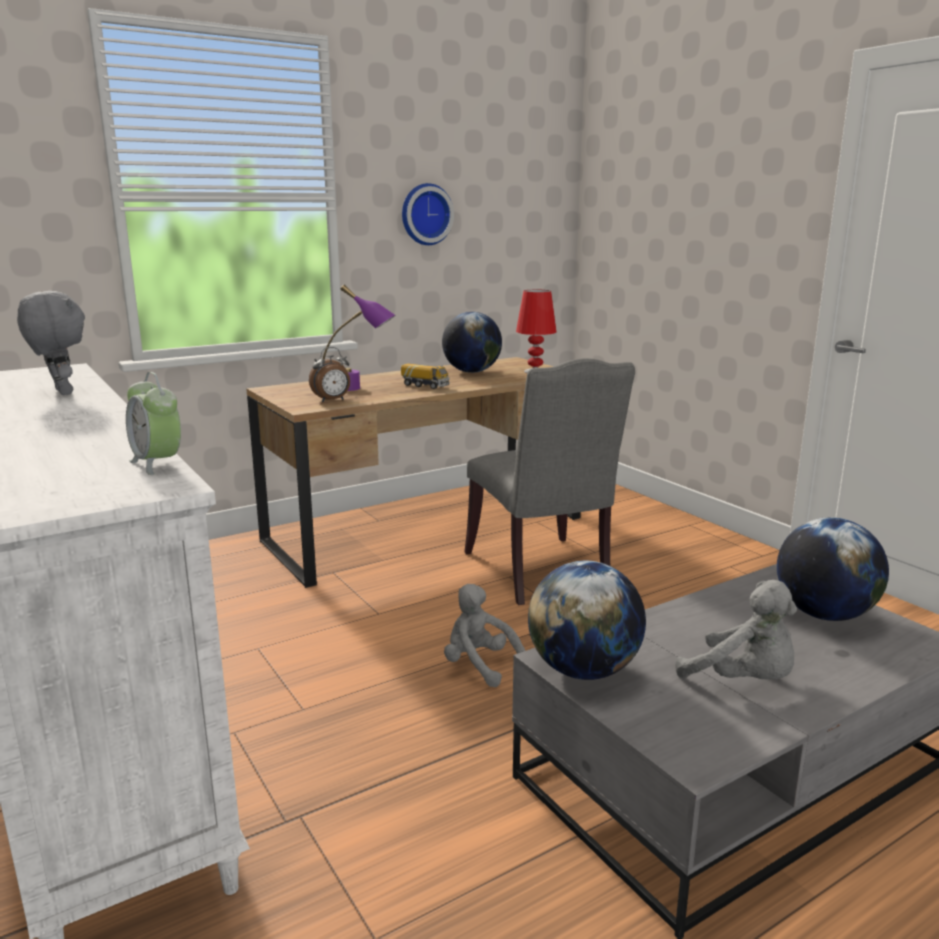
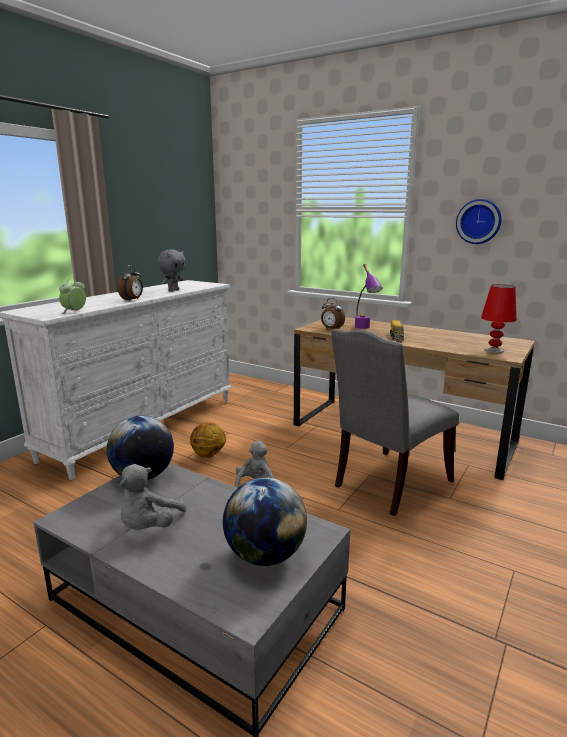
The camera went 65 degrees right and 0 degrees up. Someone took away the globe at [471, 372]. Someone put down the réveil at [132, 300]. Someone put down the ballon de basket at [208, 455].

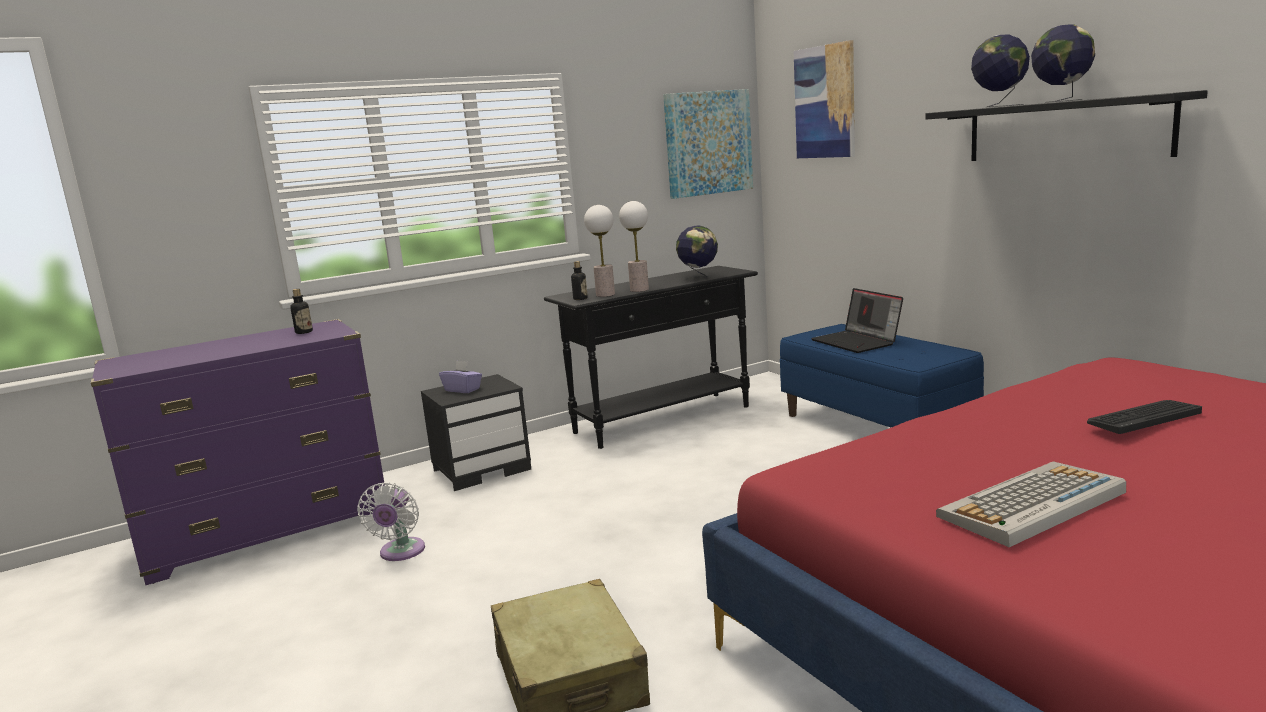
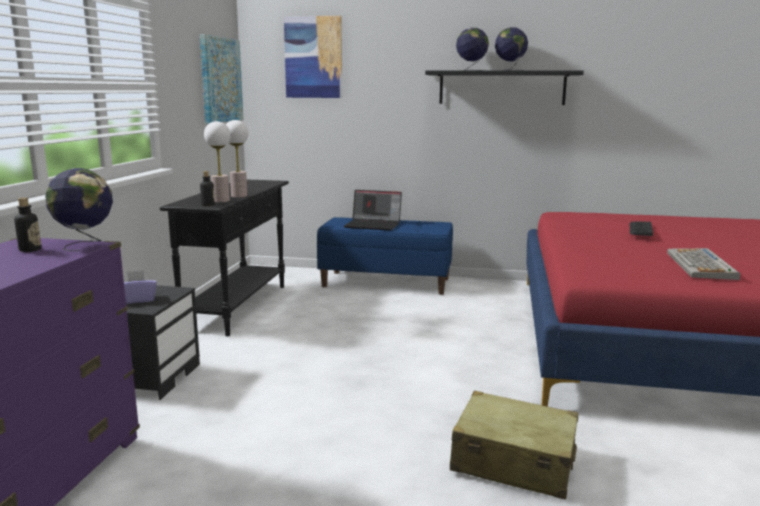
The camera went 50 degrees left and 0 degrees up. Someone took away the ventilateur/blanc at [400, 553]. Someone carried the globe from [698, 278] to [85, 244].

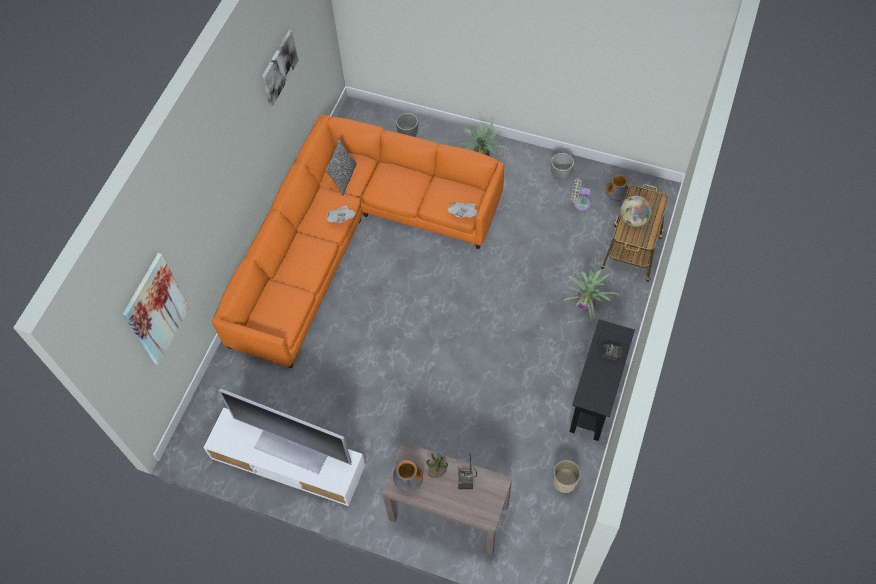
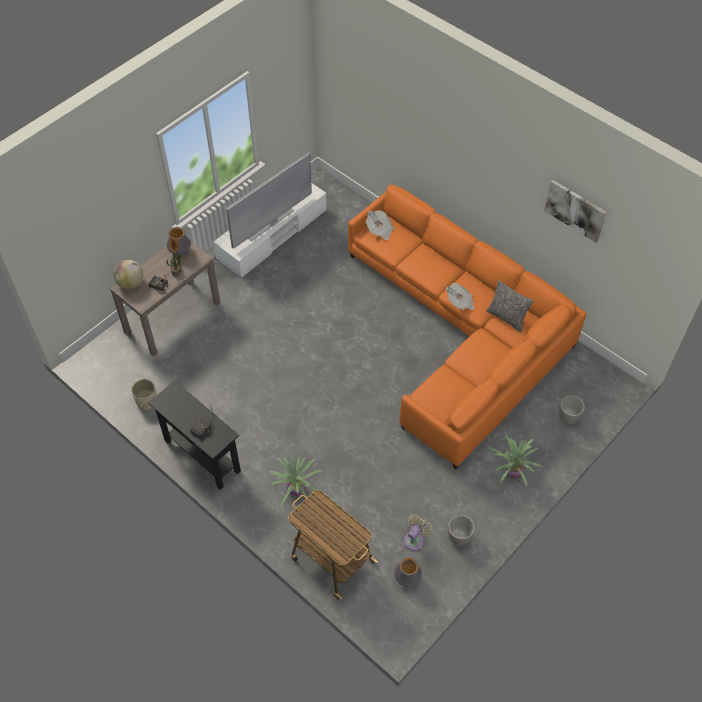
The camera went 110 degrees right and 5 degrees down. Someone took away the tableau at [156, 309]. Someone carried the journal from [463, 214] to [379, 230]. Someone carried the globe from [633, 220] to [130, 283].

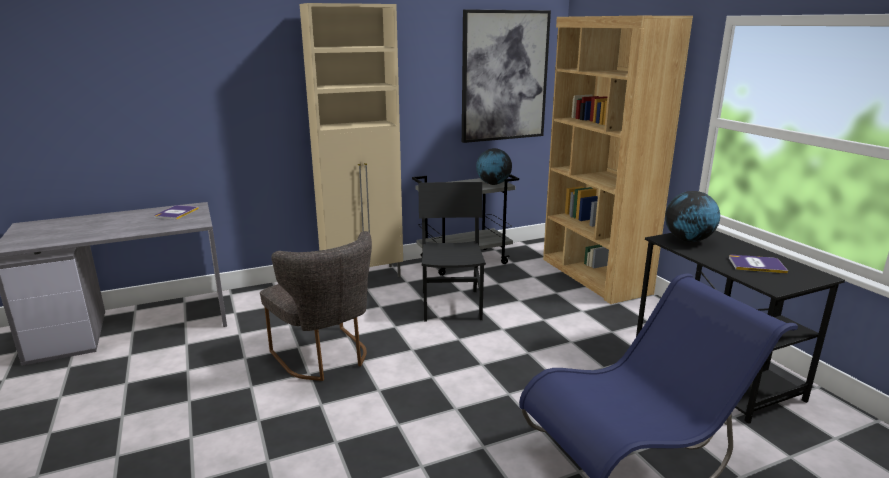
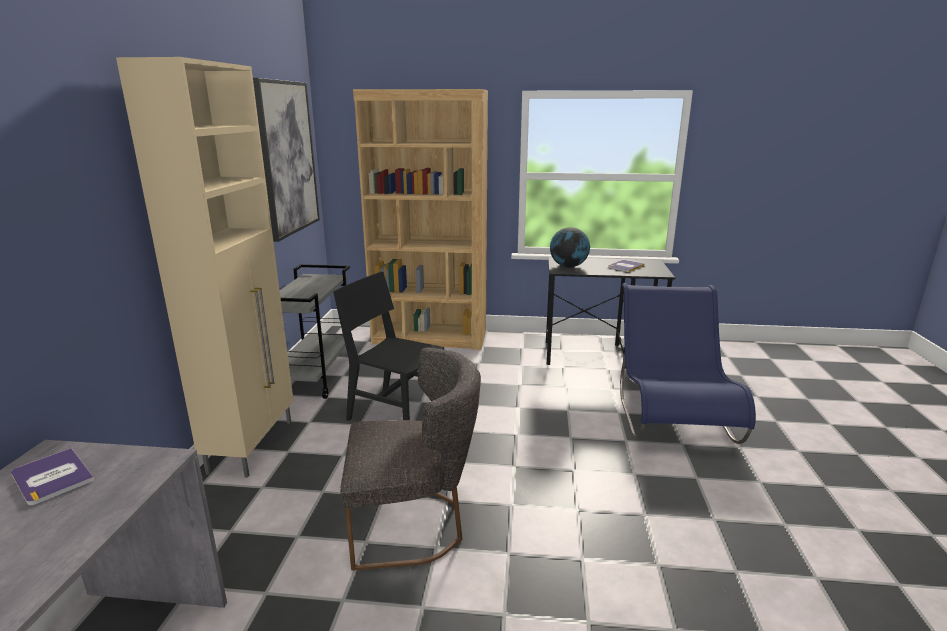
The camera went 60 degrees left and 0 degrees up. Someone took away the globe at [493, 184].

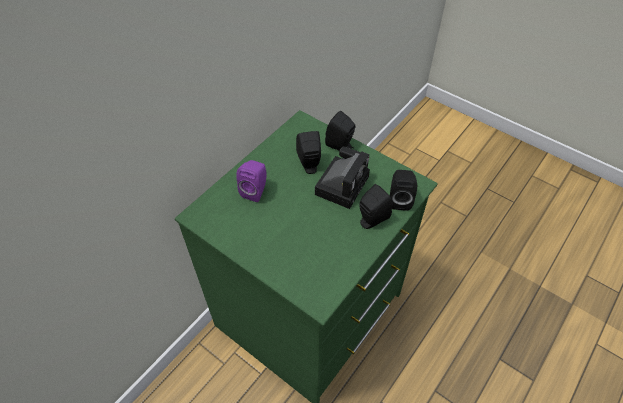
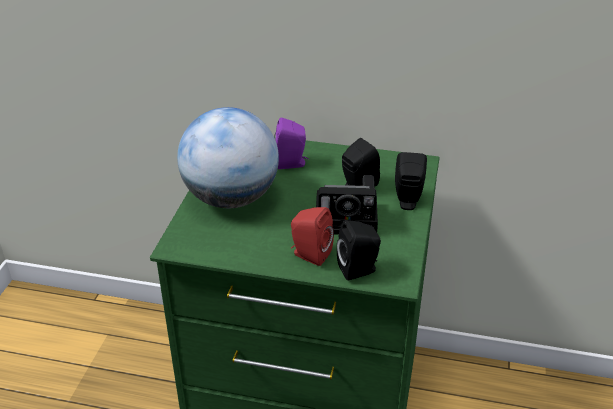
The camera went 65 degrees right and 15 degrees down. Someone put down the globe at [231, 198]. Someone repainted the enceinte/noir at [371, 220], which became the enceinte/rouge at [309, 255].

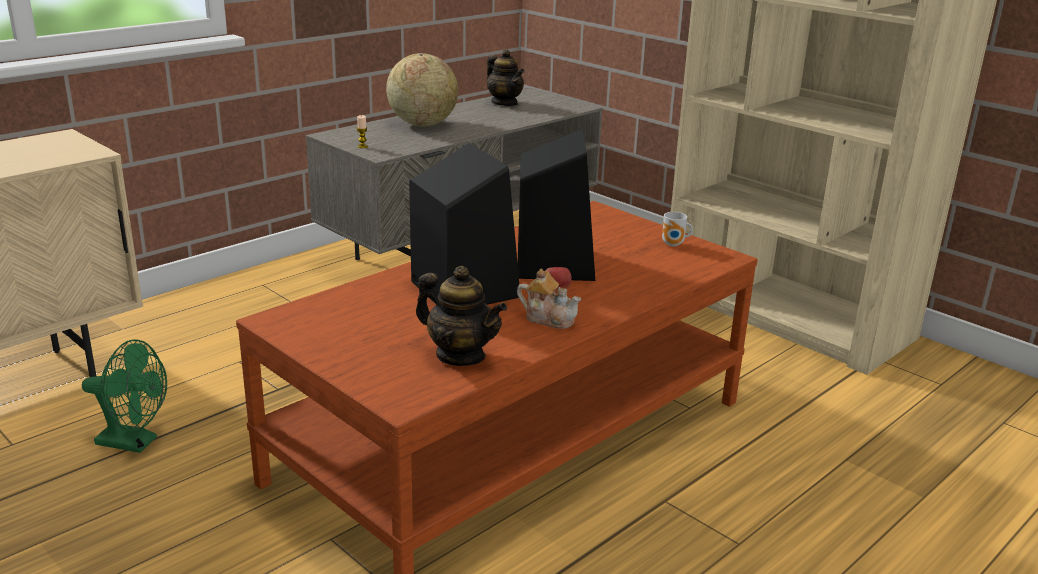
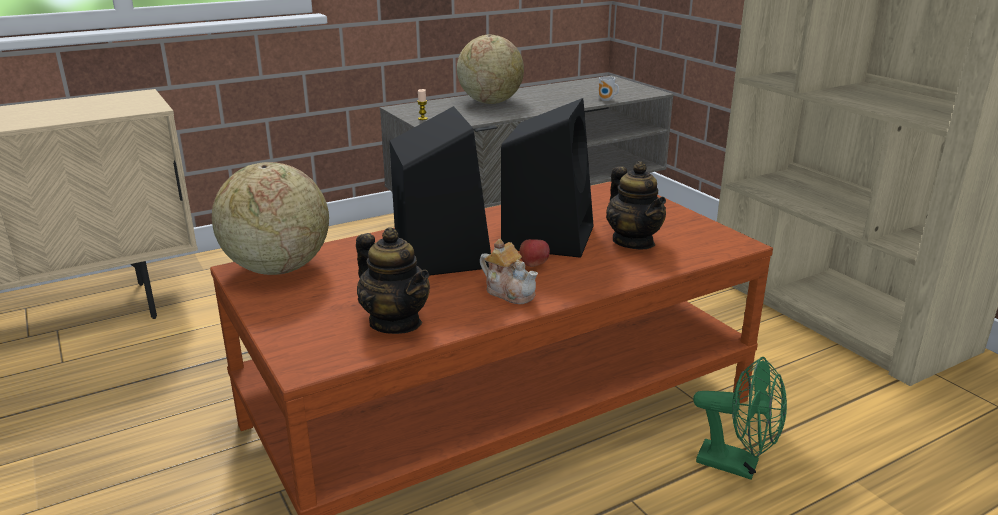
The camera went 15 degrees right and 0 degrees up. Someone put down the globe at [277, 268]. Someone carried the ventilateur/vert from [135, 442] to [737, 465]. Someone carried the théière from [504, 103] to [633, 242]. Someone carried the mug from [674, 244] to [606, 100].

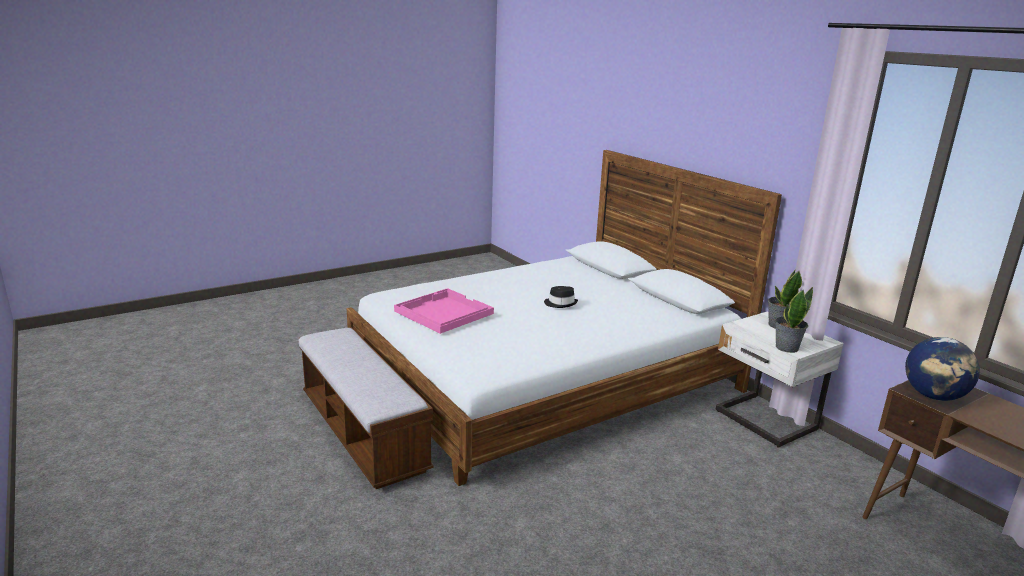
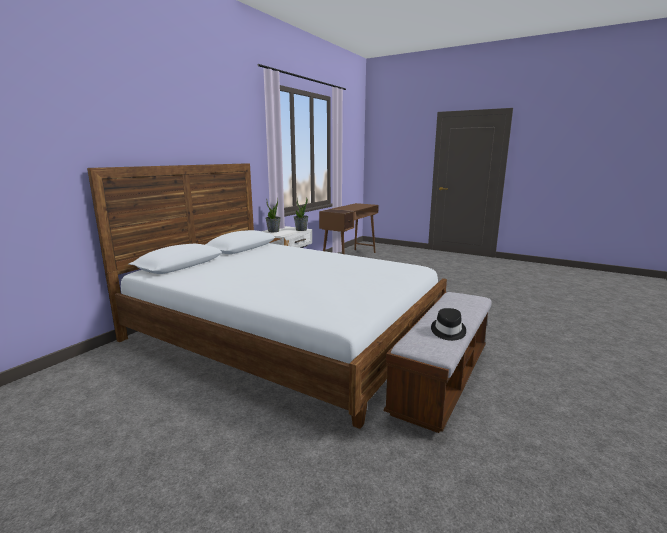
The camera went 115 degrees left and 5 degrees down. Someone took away the plateau/rose at [442, 312]. Someone took away the globe at [934, 396]. Someone carried the chapeau/noir from [560, 303] to [448, 331].

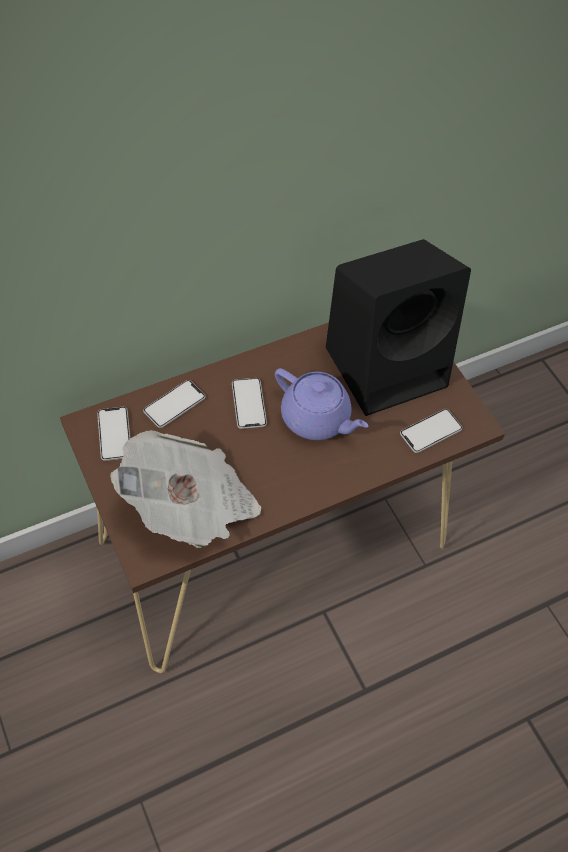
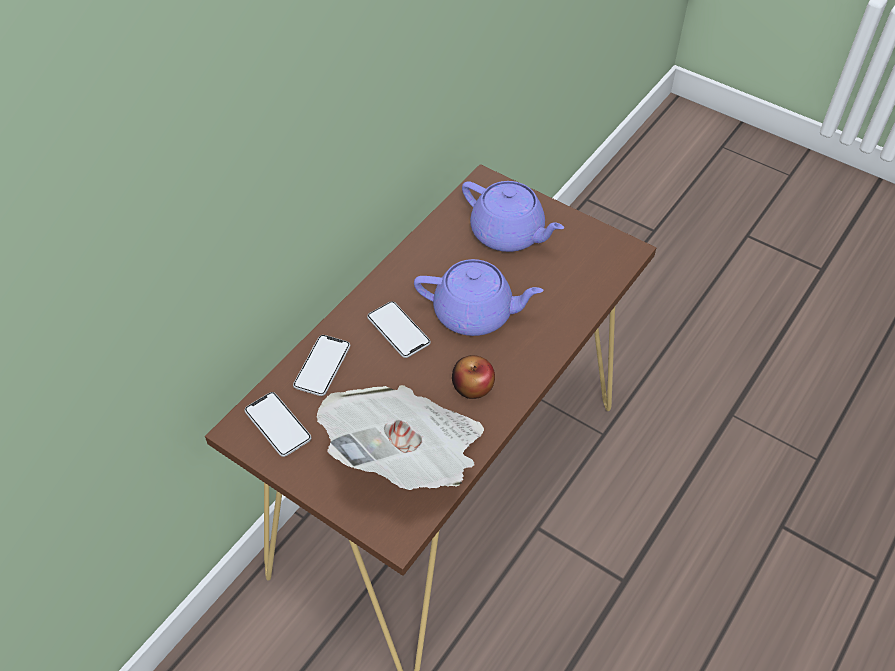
The camera went 25 degrees left and 5 degrees down. Someone took away the téléphone at [430, 431]. Someone put down the pomme at [473, 386]. Someone swapped the enceinte/noir at [388, 365] for the théière/violet at [508, 234].

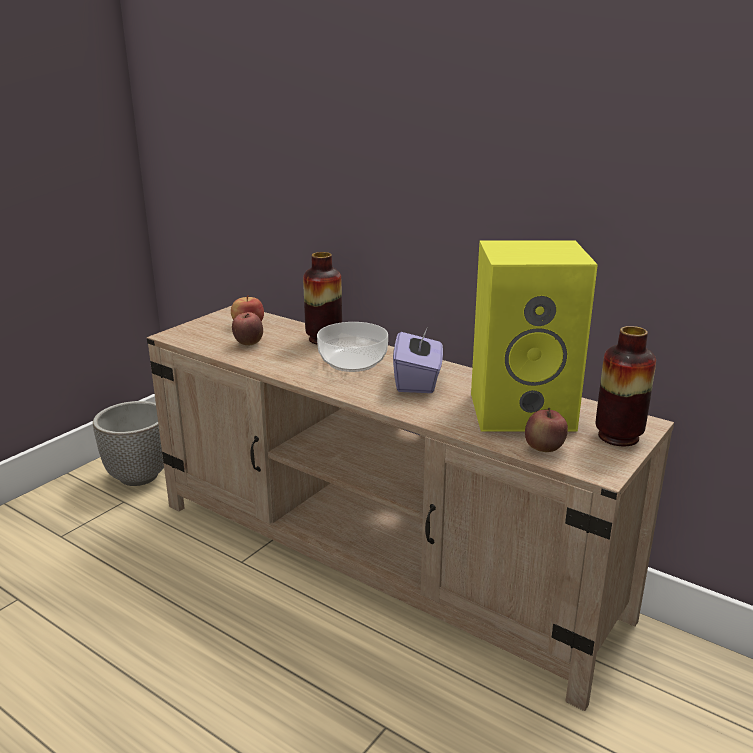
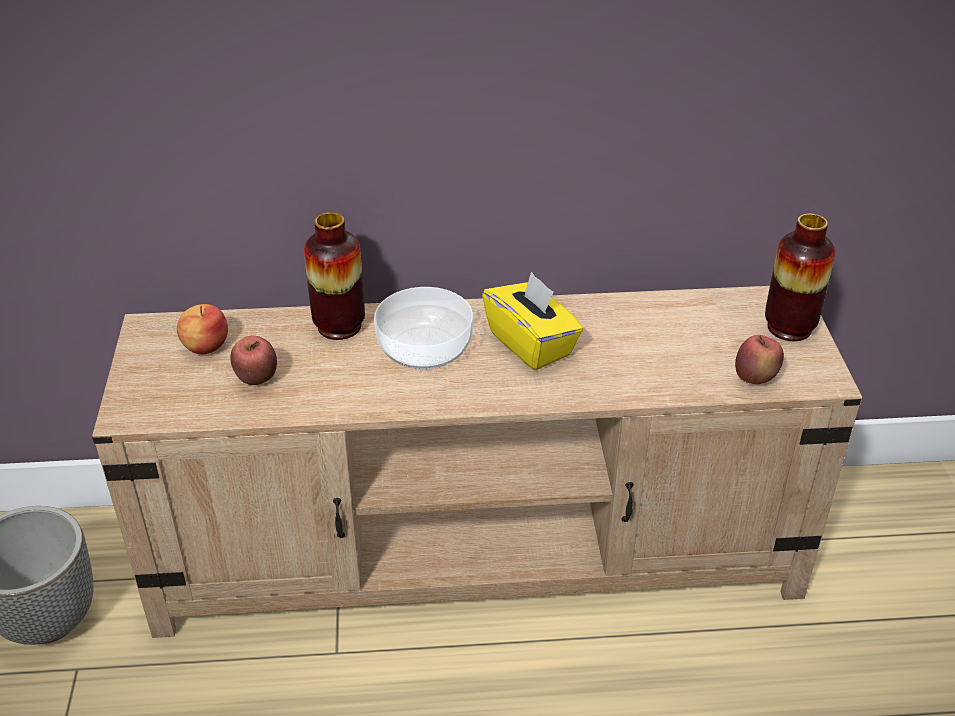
The camera went 40 degrees left and 15 degrees up. Someone took away the enceinte/jaune at [524, 410]. Someone repainted the boîte à mouchoirs/violet at [418, 381], which became the boîte à mouchoirs/jaune at [531, 344].

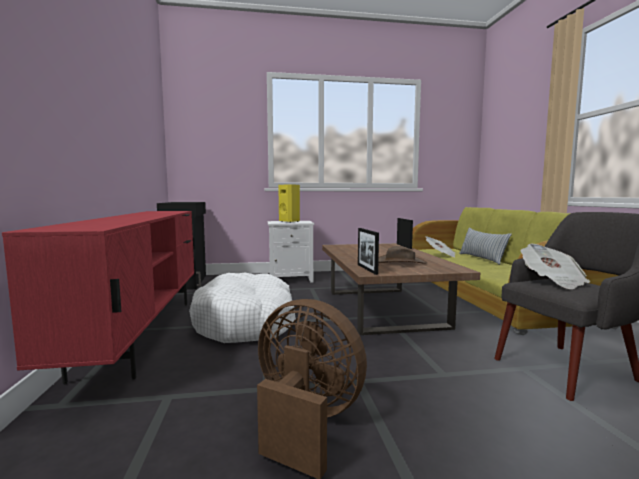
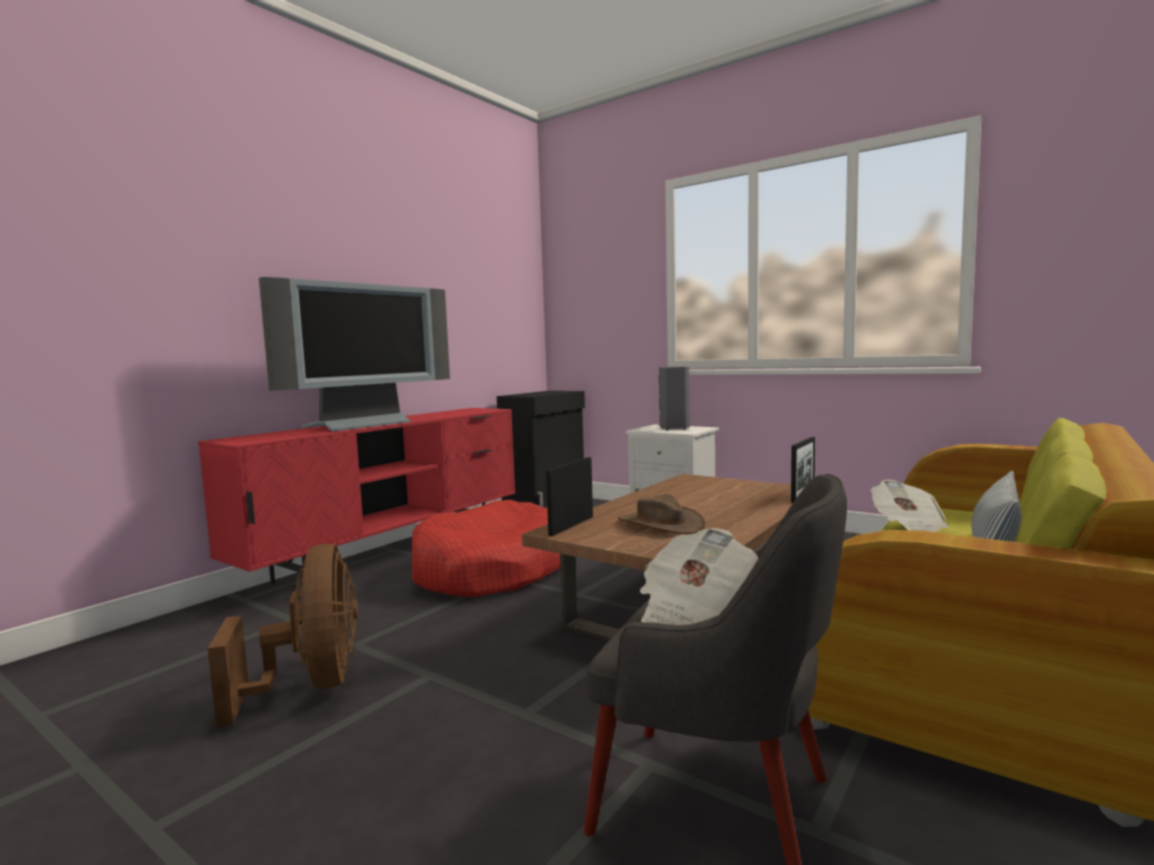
The camera went 45 degrees right and 0 degrees up. Someone put down the téléviseur at [361, 425]. Someone repainted the panier pour chien/blanc at [246, 322], which became the panier pour chien/rouge at [490, 570]. Someone repainted the enceinte/jaune at [290, 221], which became the enceinte/gris at [674, 428].

